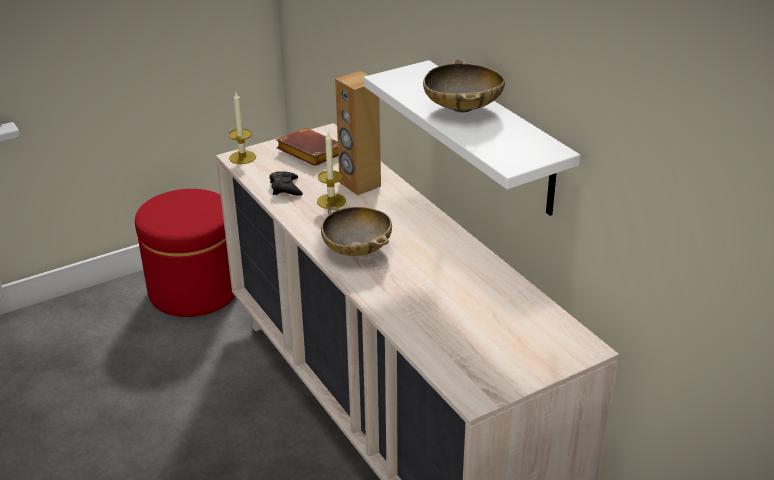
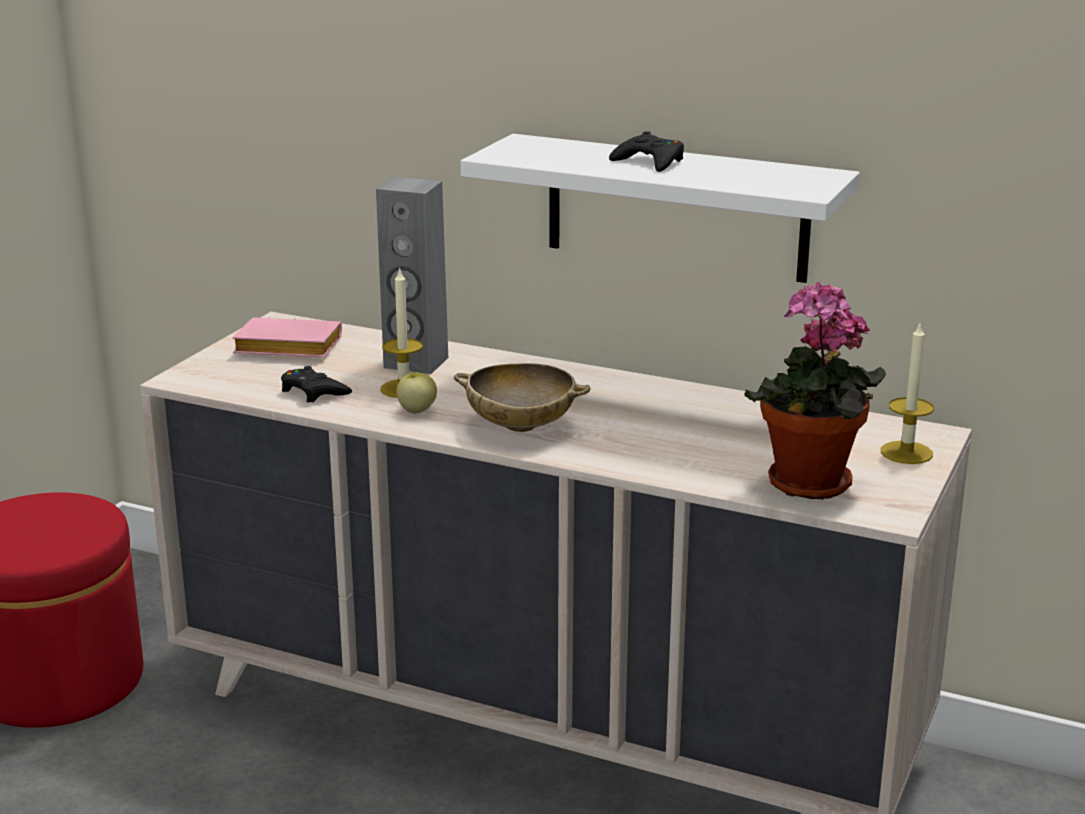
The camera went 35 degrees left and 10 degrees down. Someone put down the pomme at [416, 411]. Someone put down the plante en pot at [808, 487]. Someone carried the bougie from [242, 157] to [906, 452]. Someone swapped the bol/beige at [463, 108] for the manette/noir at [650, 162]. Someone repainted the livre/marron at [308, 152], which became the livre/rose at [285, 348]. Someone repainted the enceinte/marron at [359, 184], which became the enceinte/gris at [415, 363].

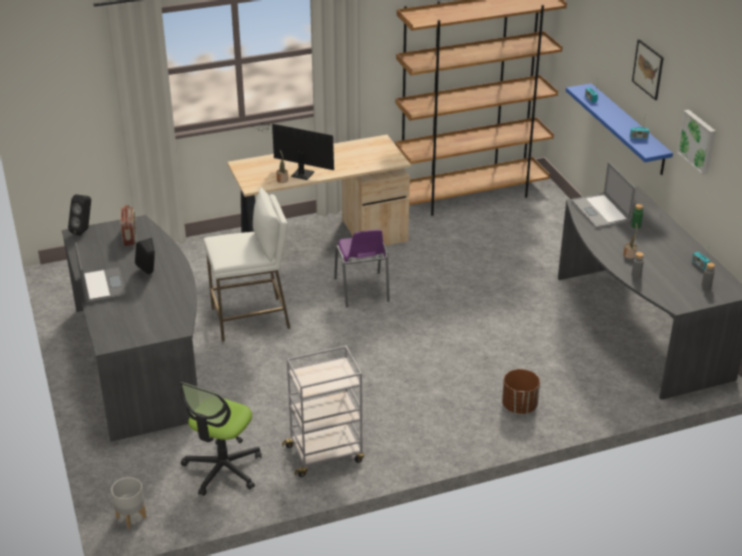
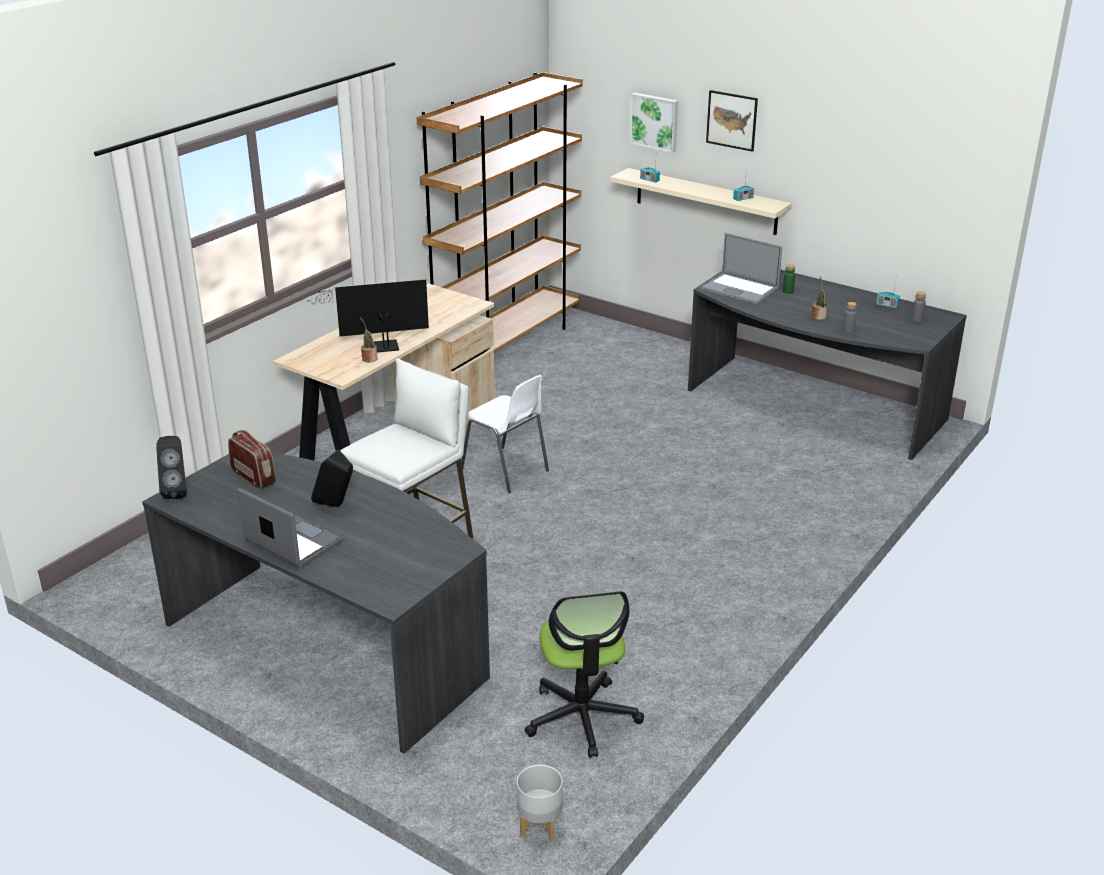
The camera went 35 degrees left and 5 degrees down. Someone took away the chariot/gris at [325, 453]. Someone took away the cache-pot/marron at [519, 406]. Someone carried the tableau from [698, 141] to [655, 121]. Someone repainted the chaise/violet at [362, 291], which became the chaise/blanc at [506, 471]. Someone repainted the étagère/bleu at [628, 129], which became the étagère/beige at [706, 201].

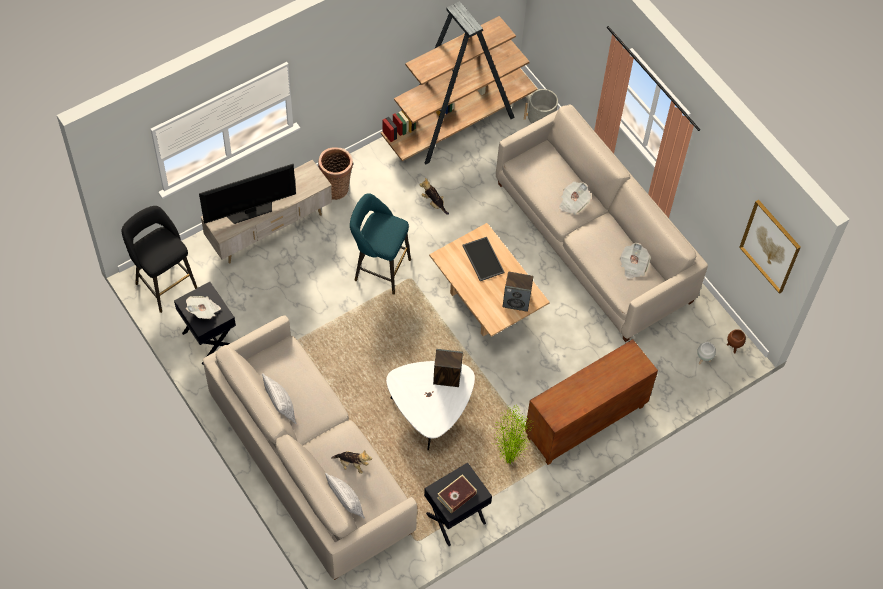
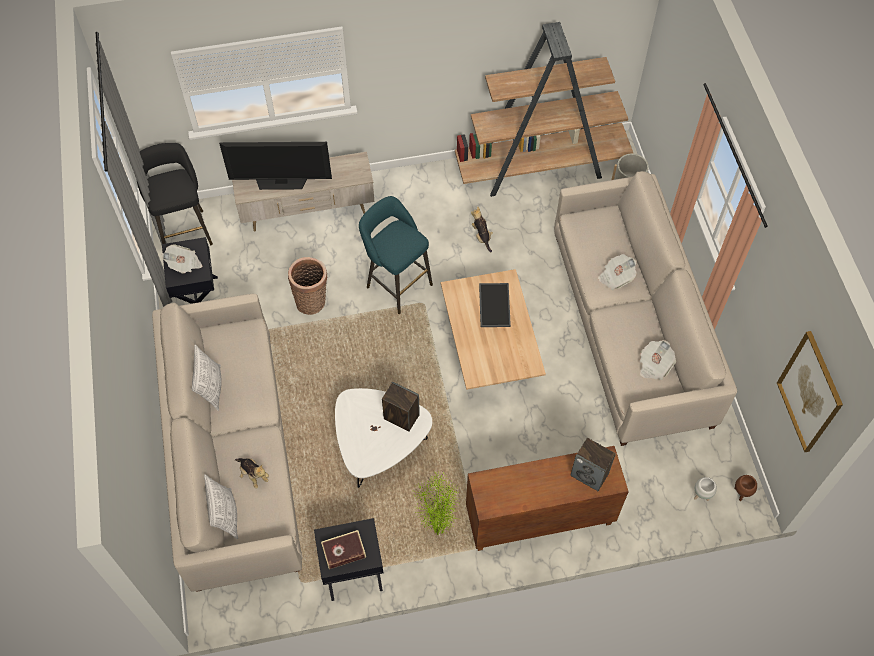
The camera went 25 degrees right and 0 degrees up. Someone carried the panier from [336, 187] to [312, 301]. Someone carried the enceinte from [516, 301] to [590, 474].

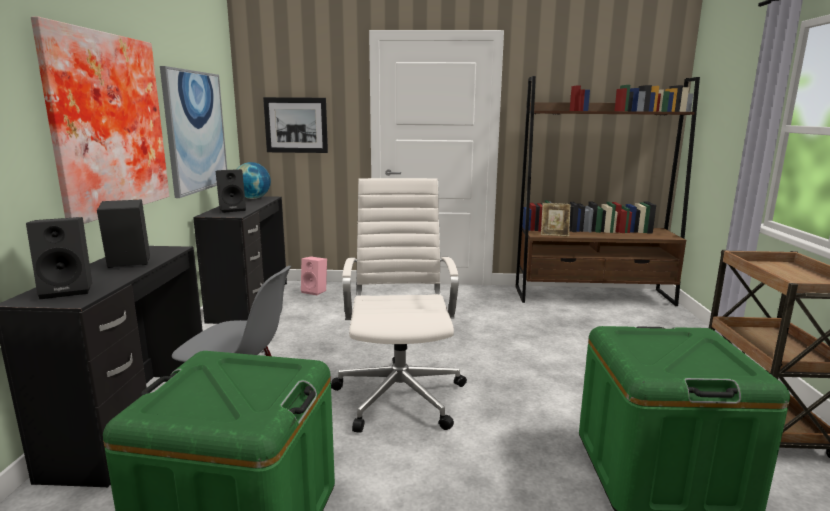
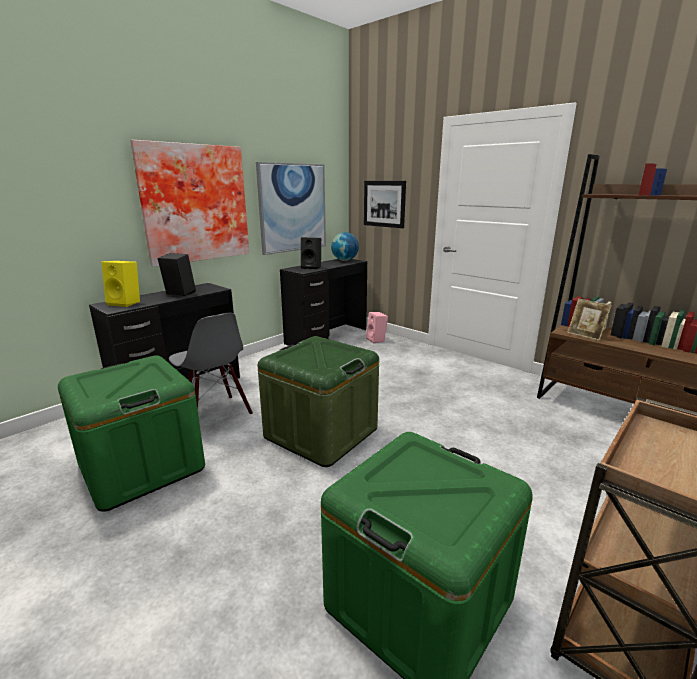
The camera went 40 degrees right and 5 degrees up. Someone swapped the chaise de bureau/blanc at [400, 394] for the boîte de rangement/vert at [321, 433]. Someone repainted the enceinte/noir at [69, 290], which became the enceinte/jaune at [126, 303].

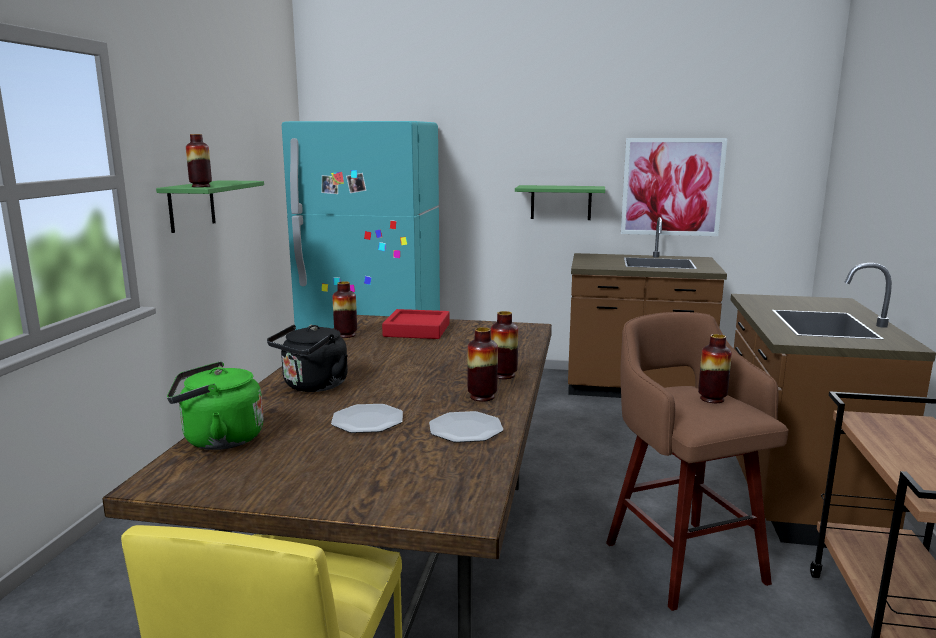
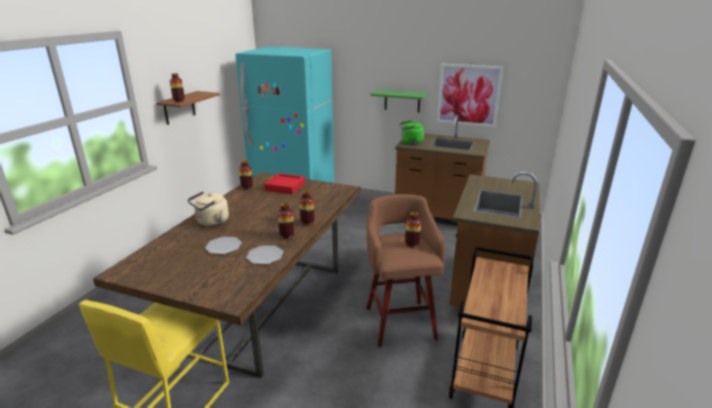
The camera went 10 degrees right and 10 degrees up. Someone carried the bouilloire/vert from [218, 440] to [410, 142]. Someone repainted the étagère/vert at [191, 206], which became the étagère/marron at [179, 108]. Someone repainted the bouilloire/noir at [313, 386], which became the bouilloire/beige at [211, 222].

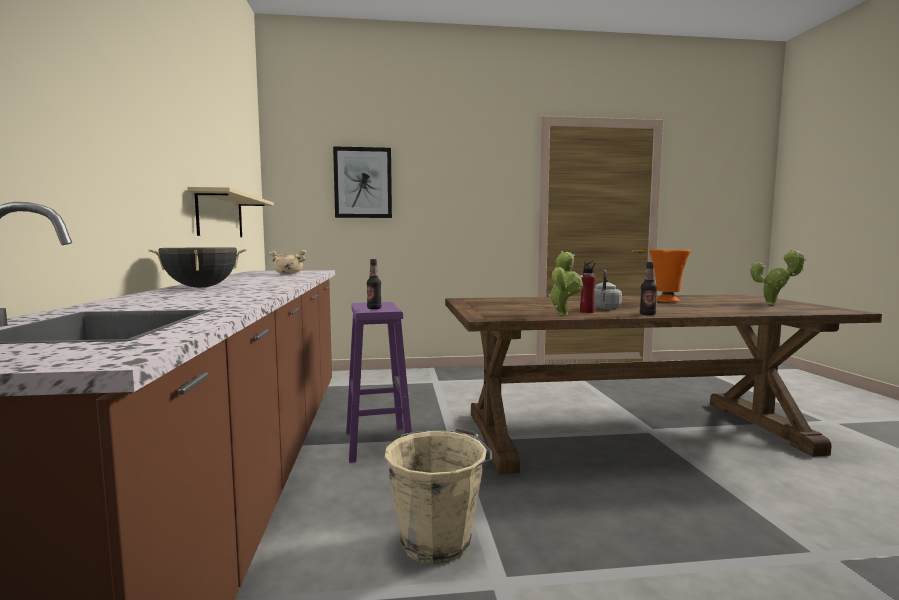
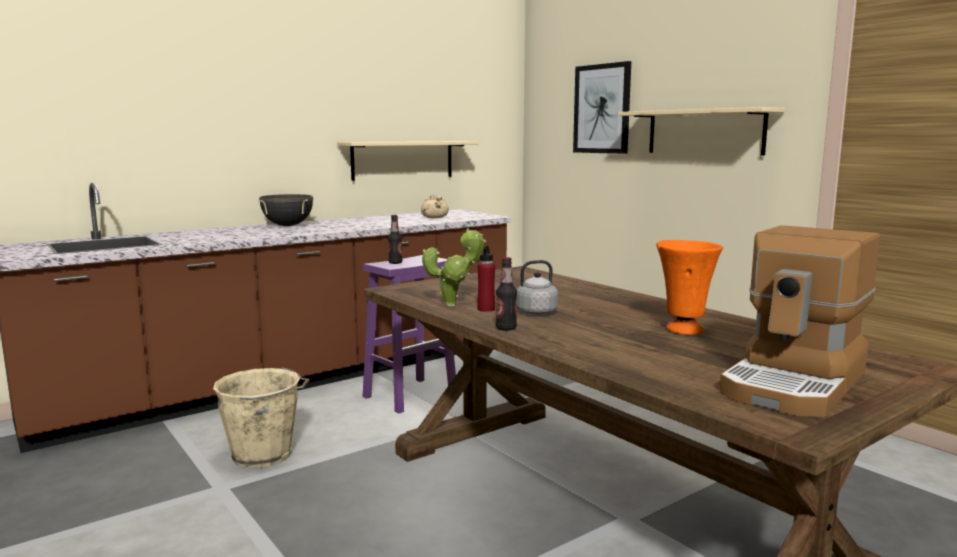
The camera went 60 degrees right and 5 degrees up. Someone put up the étagère/beige at [704, 132]. Someone swapped the plante en pot at [774, 304] for the machine à café at [796, 384].

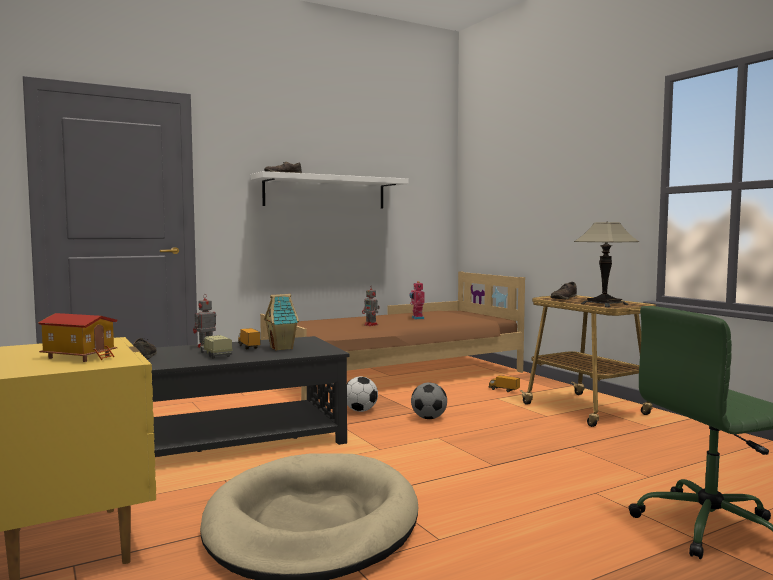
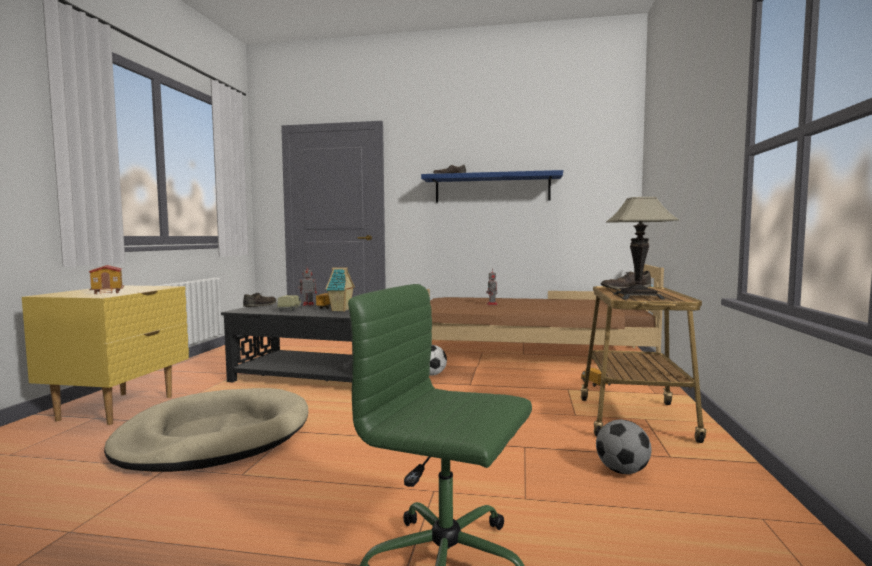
The camera went 40 degrees right and 0 degrees up. Someone took away the robot jouet at [417, 318]. Someone carried the ballon de foot from [429, 418] to [622, 471]. Someone repainted the étagère/blanc at [325, 192], which became the étagère/bleu at [492, 188].

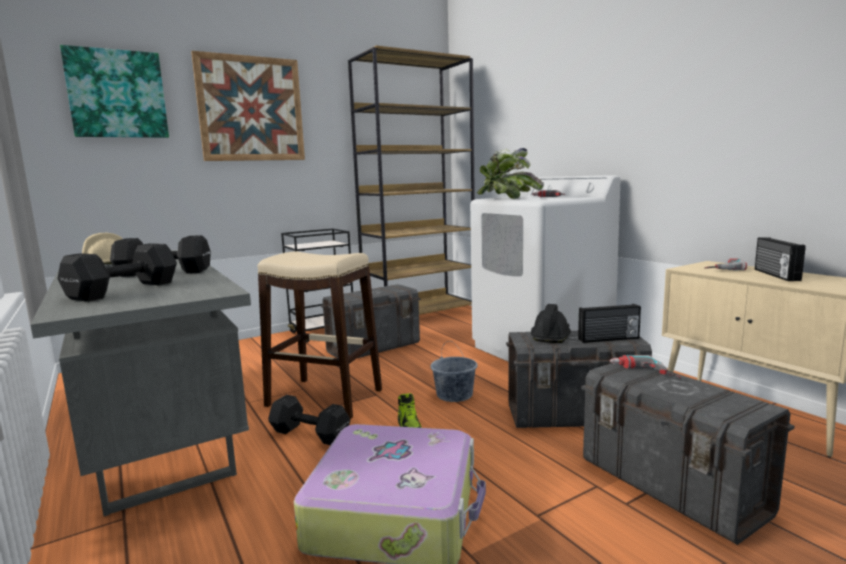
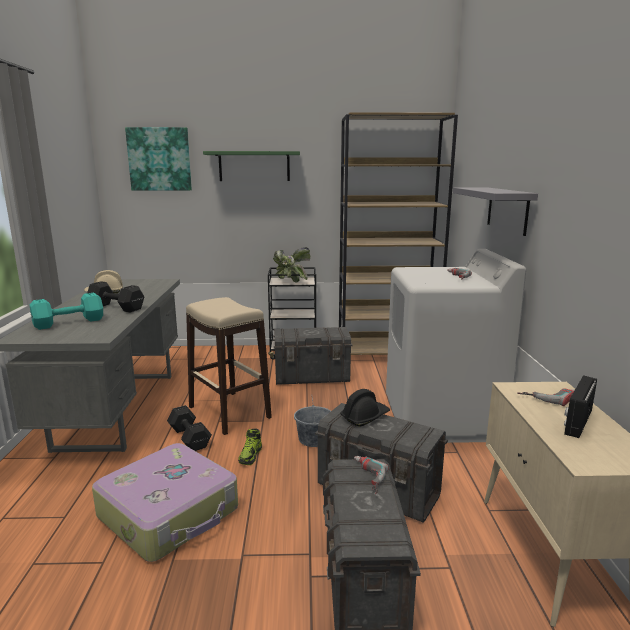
The camera went 30 degrees right and 5 degrees up. Someone took away the radio at [609, 339]. Someone put up the étagère/gris at [507, 210]. Someone carried the plante en pot from [508, 199] to [290, 282]. Someone swapped the tableau at [251, 109] for the étagère/vert at [254, 166]. Someone repainted the haltère/noir at [127, 290], which became the haltère/turquoise at [71, 322].

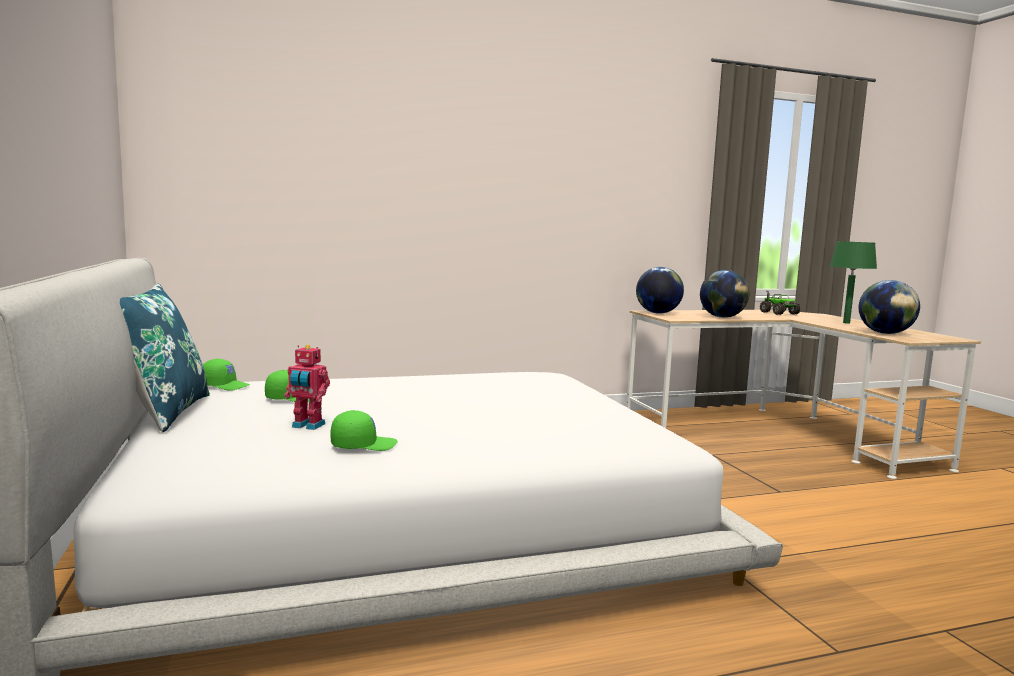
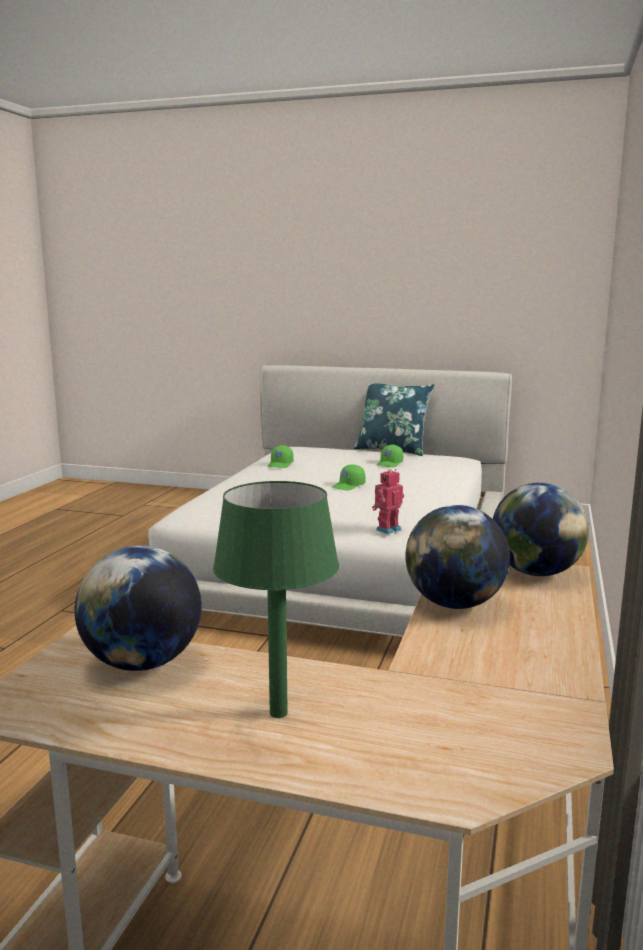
The camera went 125 degrees right and 5 degrees up. Someone took away the camion jouet at [778, 313]. Someone carried the casquette/vert from [225, 386] to [348, 486]. Someone carried the robot jouet from [307, 426] to [387, 529].

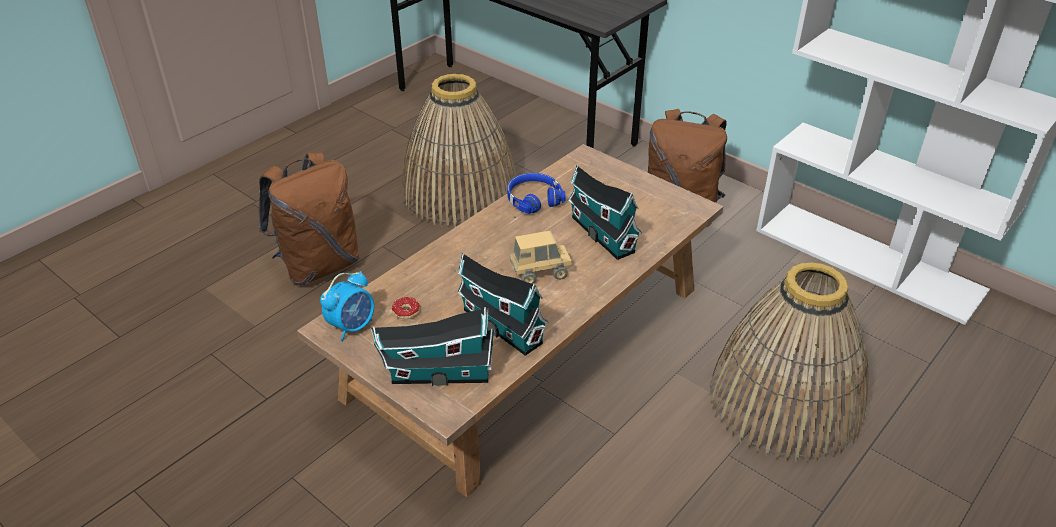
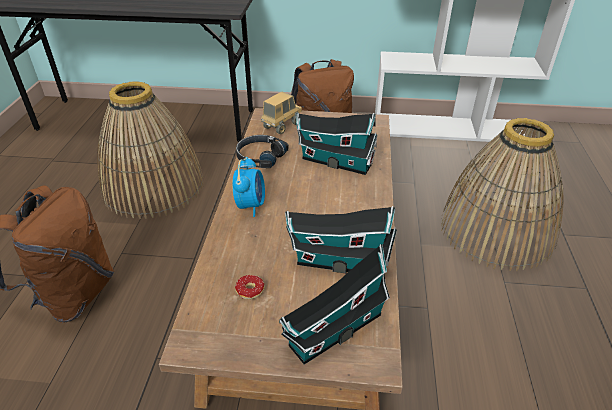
The camera went 35 degrees left and 0 degrees up. Someone carried the réveil from [352, 326] to [251, 205]. Someone carried the camion jouet from [540, 274] to [282, 126]. Someone repainted the casque audio/bleu at [533, 199], which became the casque audio/noir at [260, 157].

